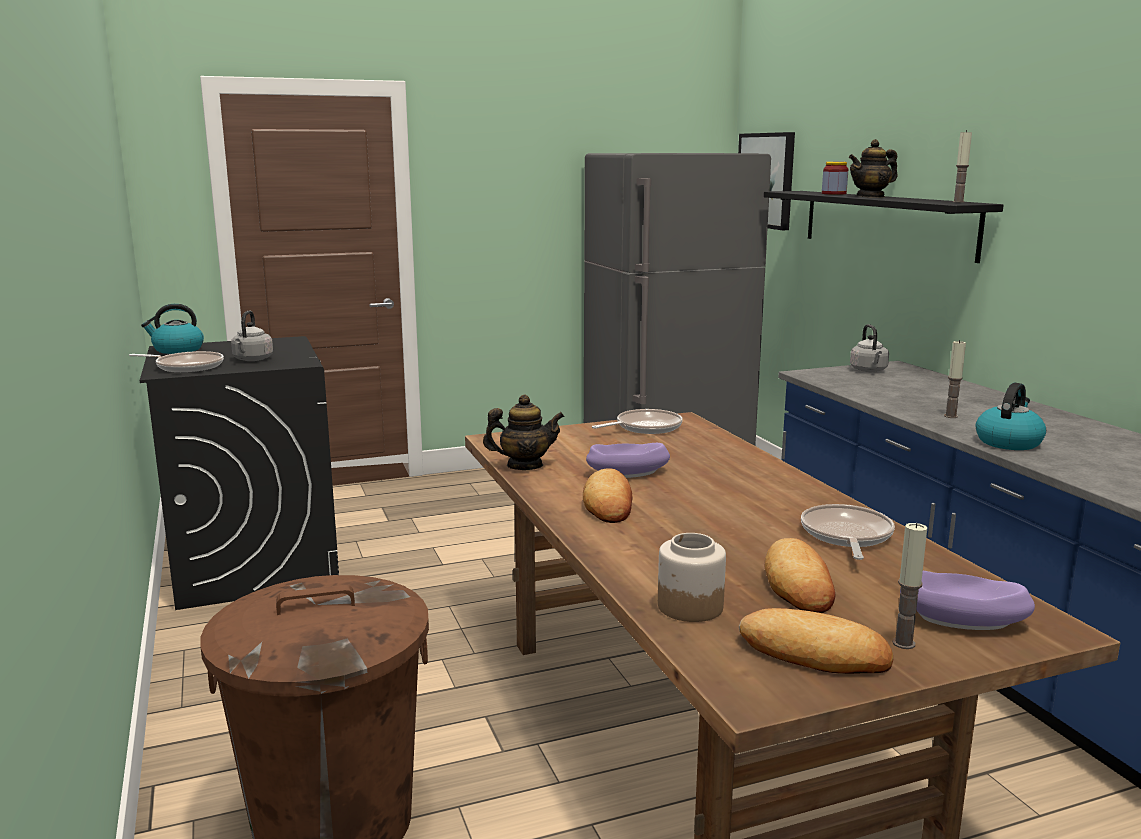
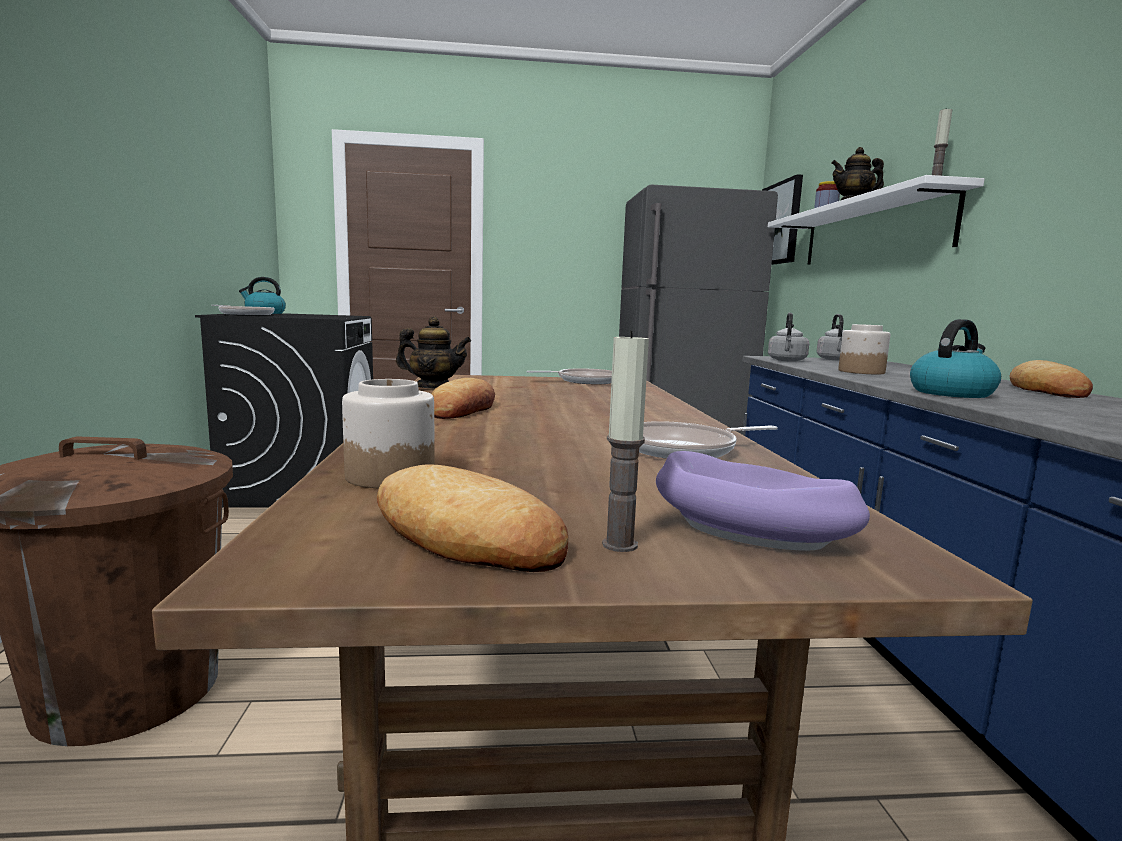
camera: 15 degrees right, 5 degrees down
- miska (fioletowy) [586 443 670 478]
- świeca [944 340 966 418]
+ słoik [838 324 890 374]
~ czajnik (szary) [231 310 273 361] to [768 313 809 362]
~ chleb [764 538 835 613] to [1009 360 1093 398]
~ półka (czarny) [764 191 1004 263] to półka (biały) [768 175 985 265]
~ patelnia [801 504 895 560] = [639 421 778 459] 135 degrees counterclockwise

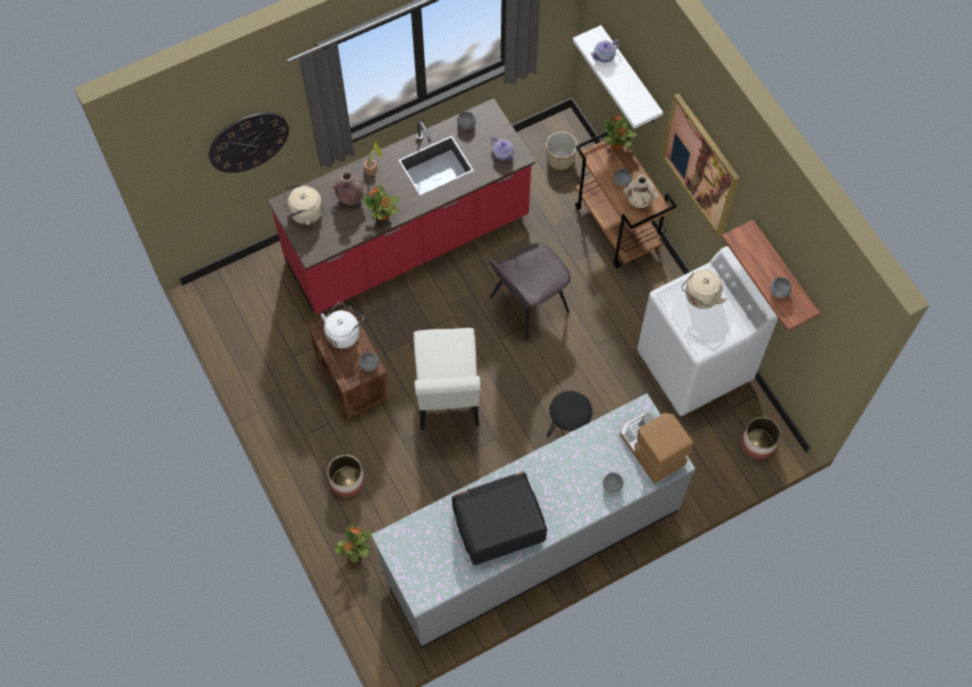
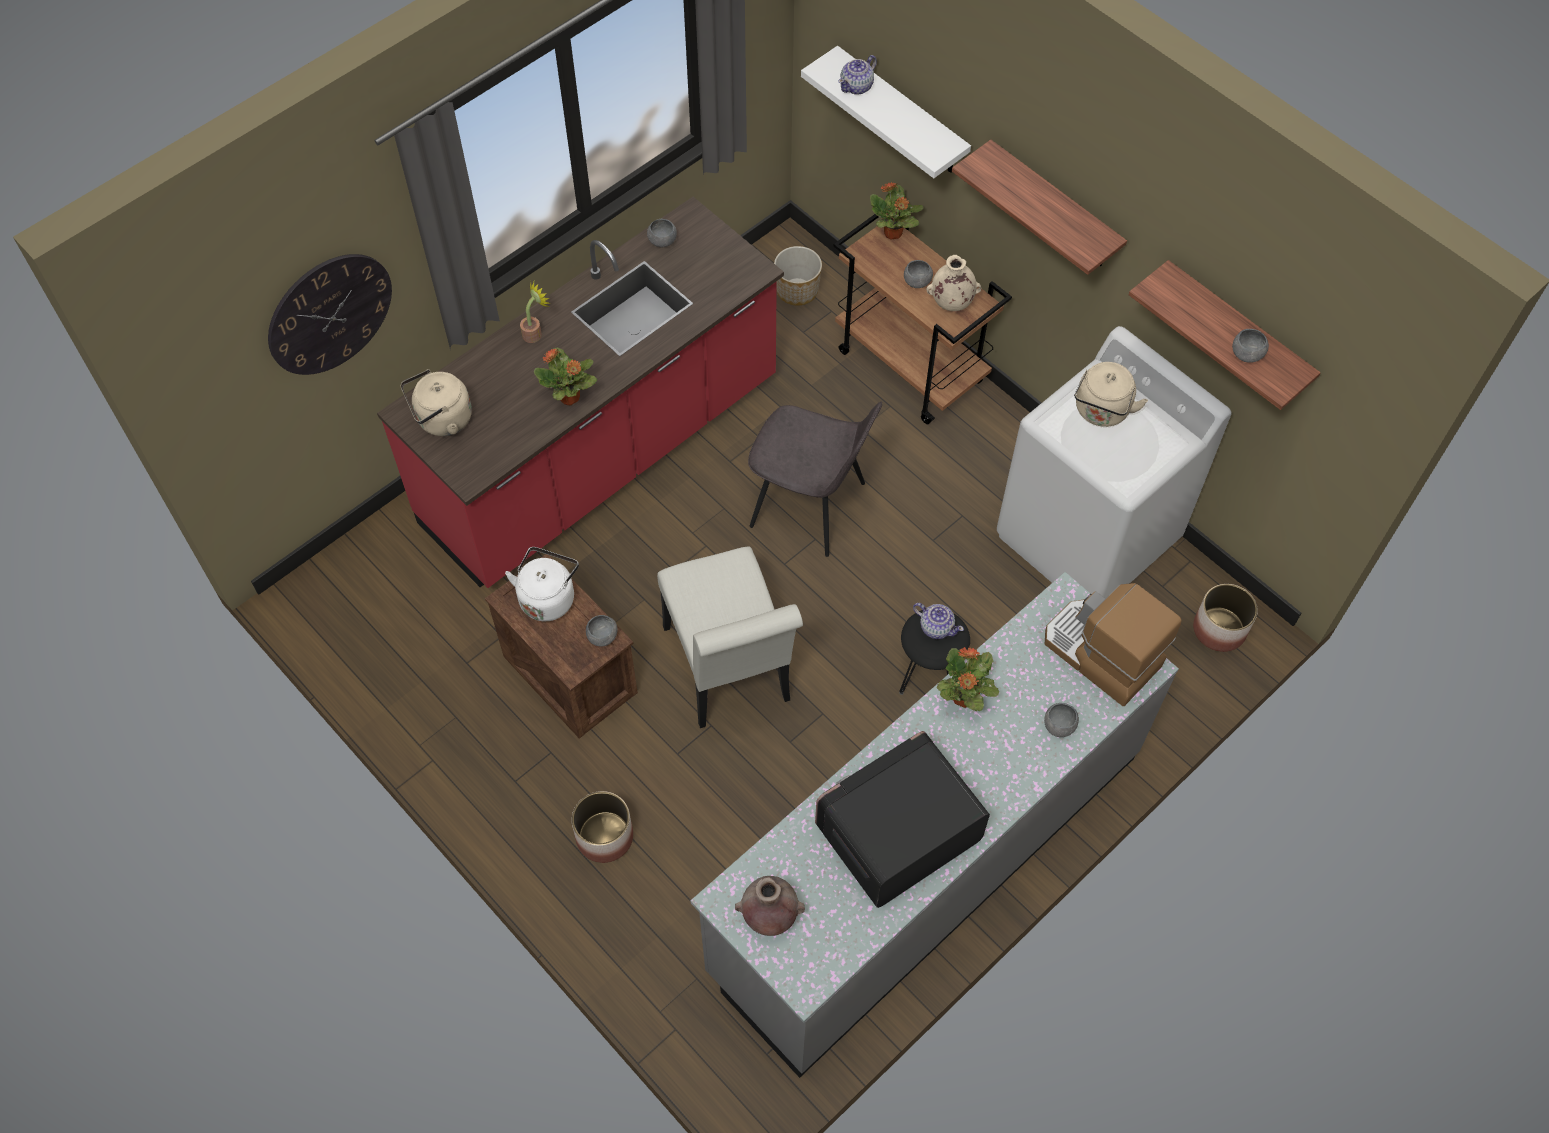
camera: 15 degrees left, 5 degrees down
~ wazon (brązowy) [332 170 367 205] to [735 876 805 936]
~ roślina doniczkowa [334 524 371 563] to [937 647 999 711]
~ imbryk [491 136 515 161] to [913 603 964 639]
~ obraz [661 93 740 237] to półka [952 140 1127 275]
~ krzesło (szary) [489 243 571 341] = [748 401 882 557] 105 degrees counterclockwise

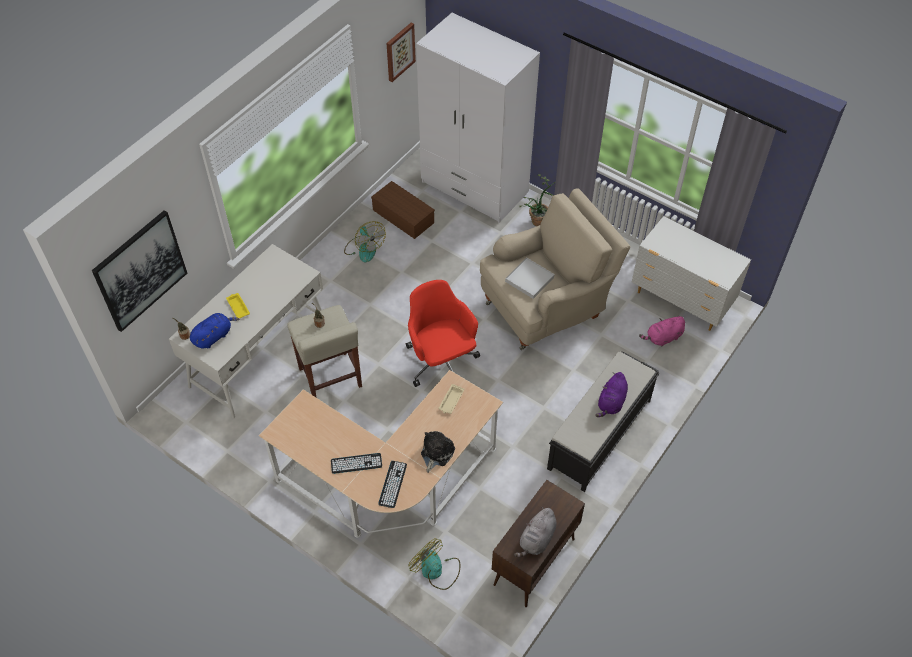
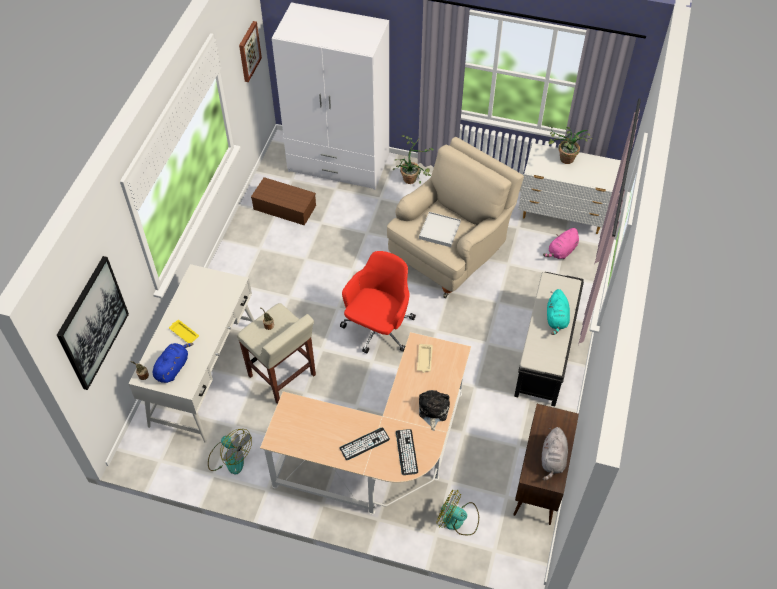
camera: 20 degrees left, 0 degrees up
+ roślina doniczkowa [547 125 593 164]
~ wentylator [344 221 386 262] to [208 429 252 475]
~ pluszak (fioletowy) [595 372 628 417] to pluszak (turkusowy) [547 289 570 335]
~ krzesło biurowe (czerwony) [406 280 480 387] = [340 251 416 353] 75 degrees clockwise

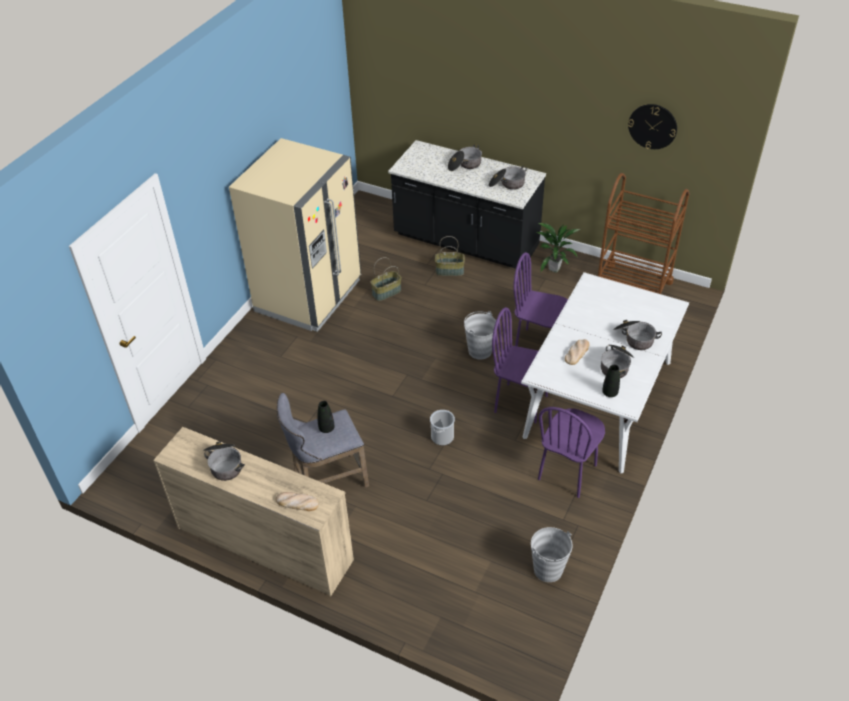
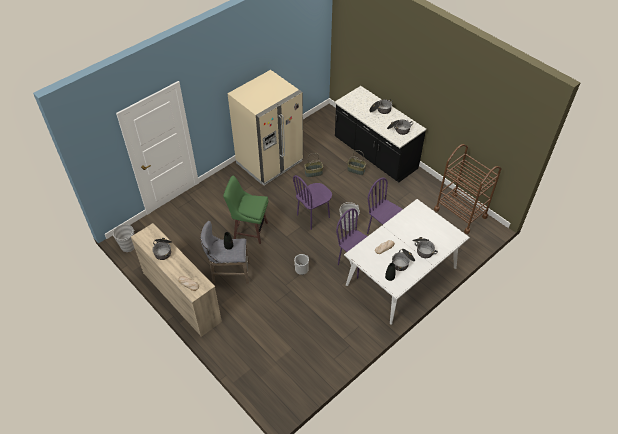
camera: 20 degrees right, 5 degrees up
- roślina doniczkowa [537 223 580 273]
- zegar ścienny [628 104 677 149]
+ stołek (zielony) [223 176 268 244]
~ wiadro (szary) [531 527 573 582] to [111 224 135 252]
~ krzesło (fioletowy) [538 407 605 498] to [293 175 332 230]

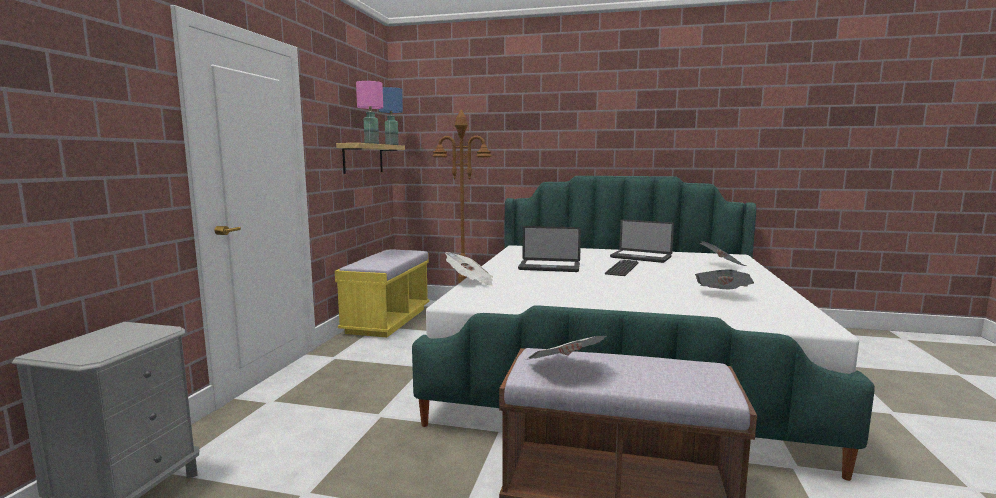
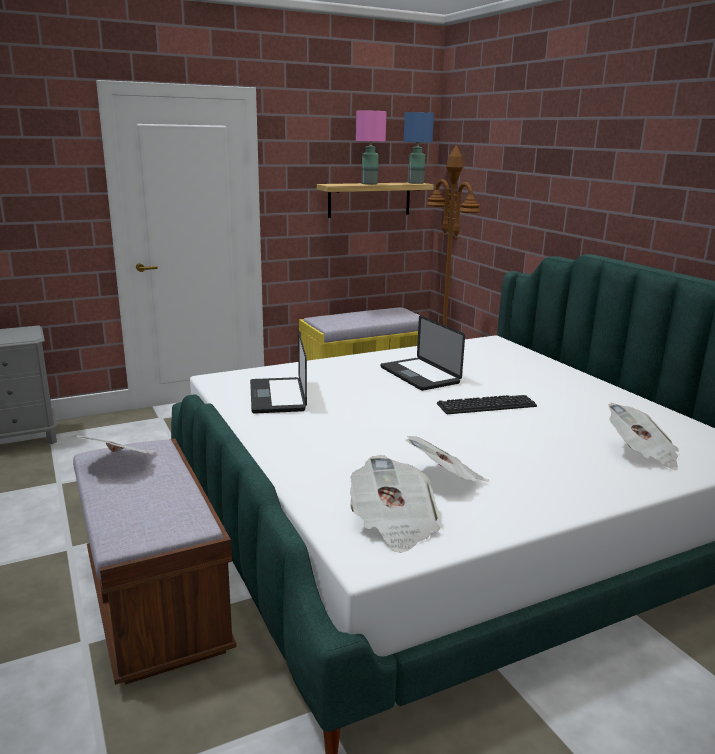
camera: 50 degrees right, 10 degrees up
~ gazeta [445 252 493 286] to [350 455 440 553]
~ laptop [610 219 674 263] to [250 331 307 414]

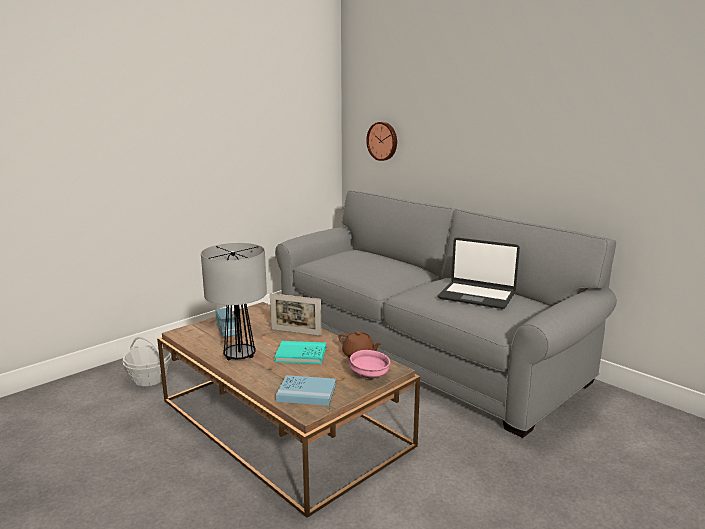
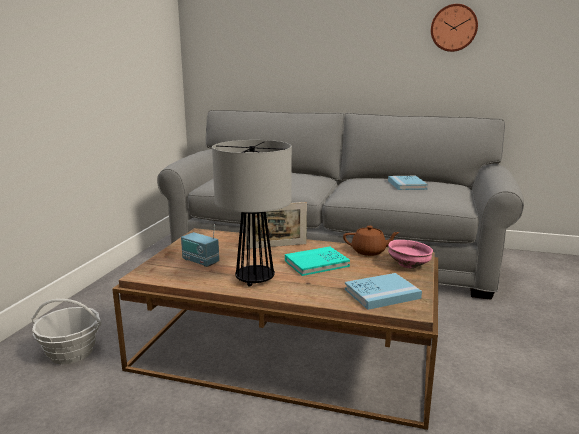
camera: 30 degrees left, 0 degrees up
~ zegar ścienny [366 122 397 161] to [431 4 478 52]
~ laptop [438 238 520 309] to książka (niebieski) [388 176 428 190]

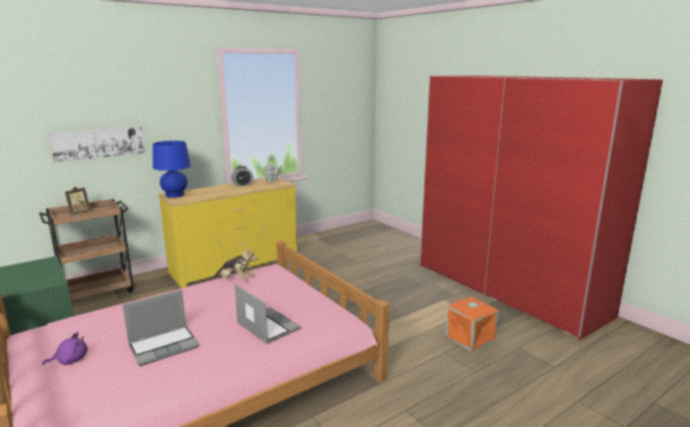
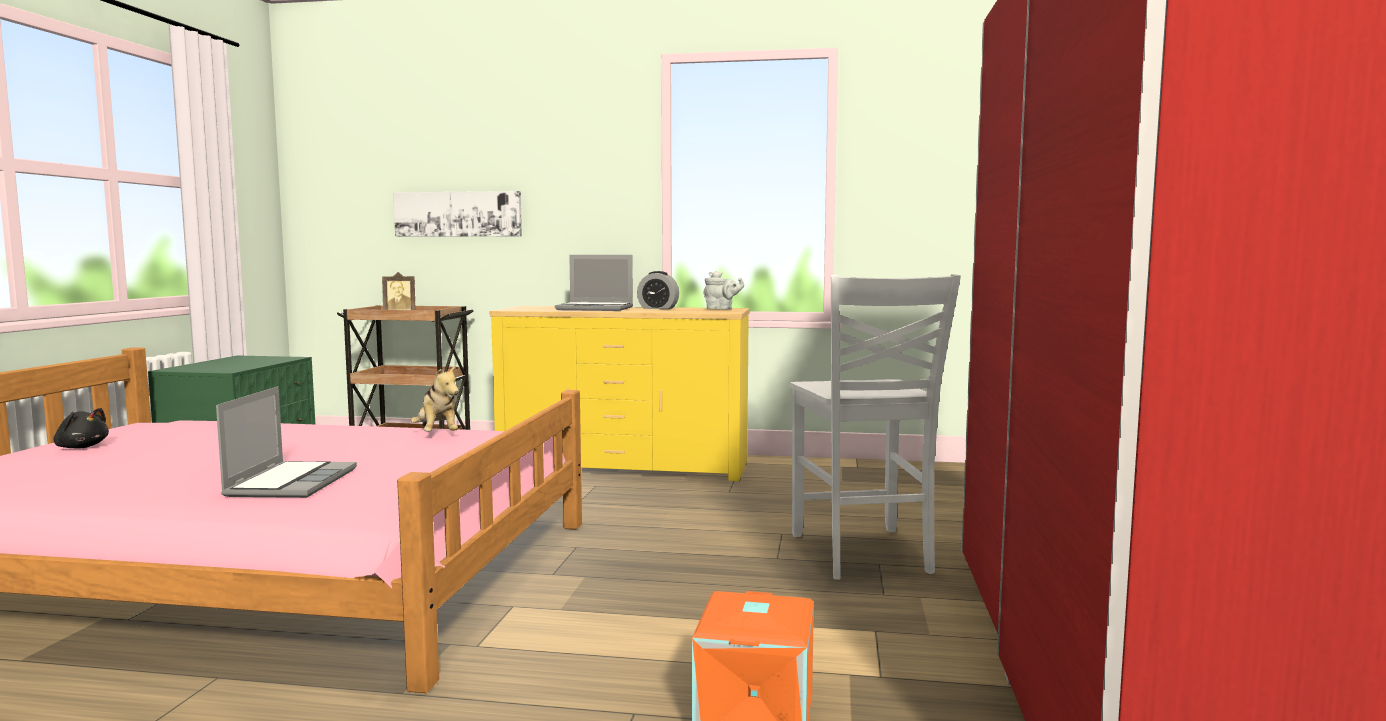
camera: 45 degrees right, 10 degrees down
- lampa stołowa (niebieski) [153 141 191 198]
+ krzesło (biały) [790 274 961 580]
~ laptop [123 290 200 366] to [555 255 633 311]
~ pluszak (fioletowy) [42 332 88 365] to pluszak (czarny) [54 408 109 449]

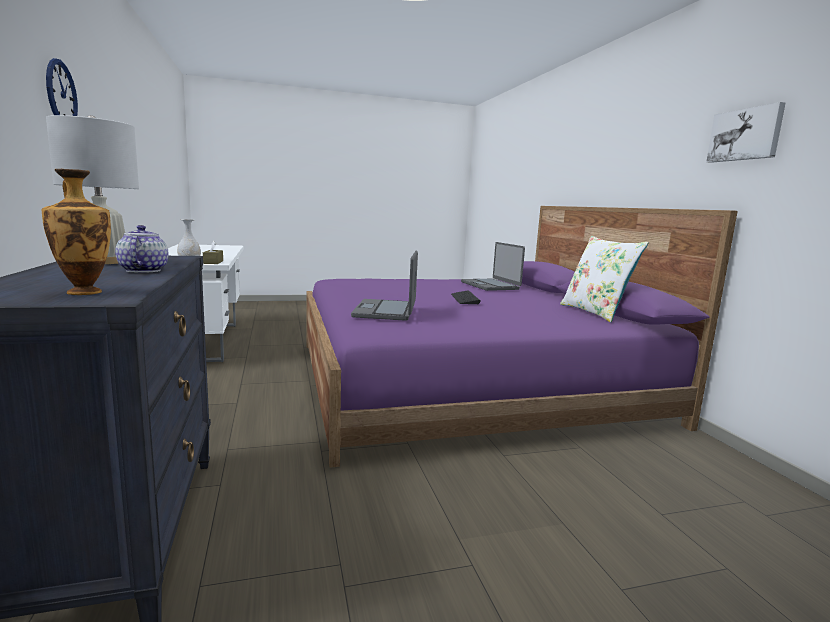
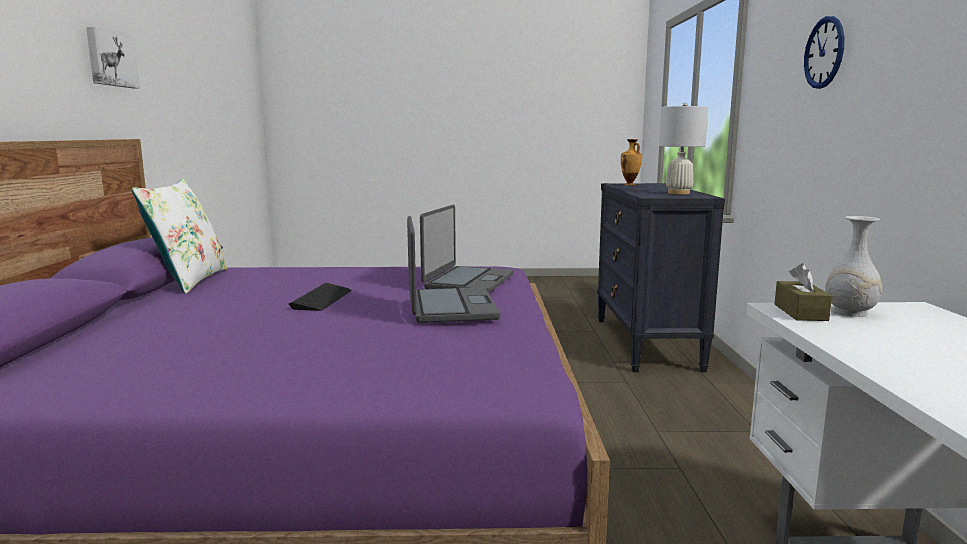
camera: 165 degrees left, 0 degrees up
- imbryk [115 225 169 273]
~ laptop [461 242 525 291] to [407 216 500 323]

